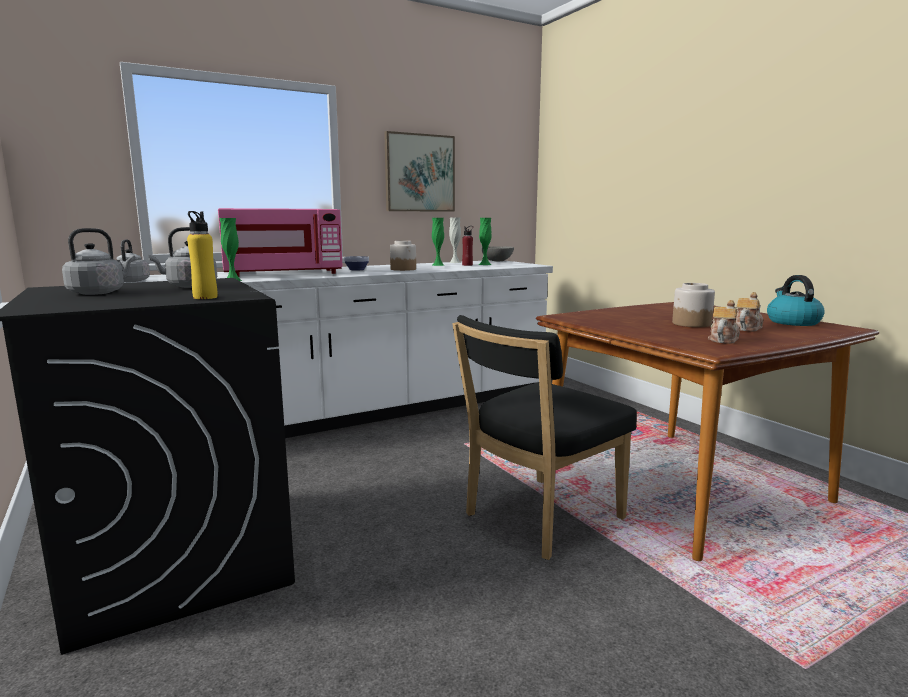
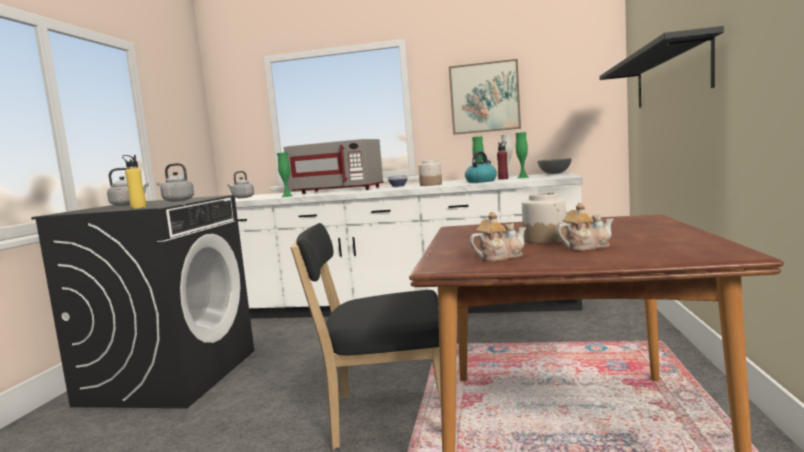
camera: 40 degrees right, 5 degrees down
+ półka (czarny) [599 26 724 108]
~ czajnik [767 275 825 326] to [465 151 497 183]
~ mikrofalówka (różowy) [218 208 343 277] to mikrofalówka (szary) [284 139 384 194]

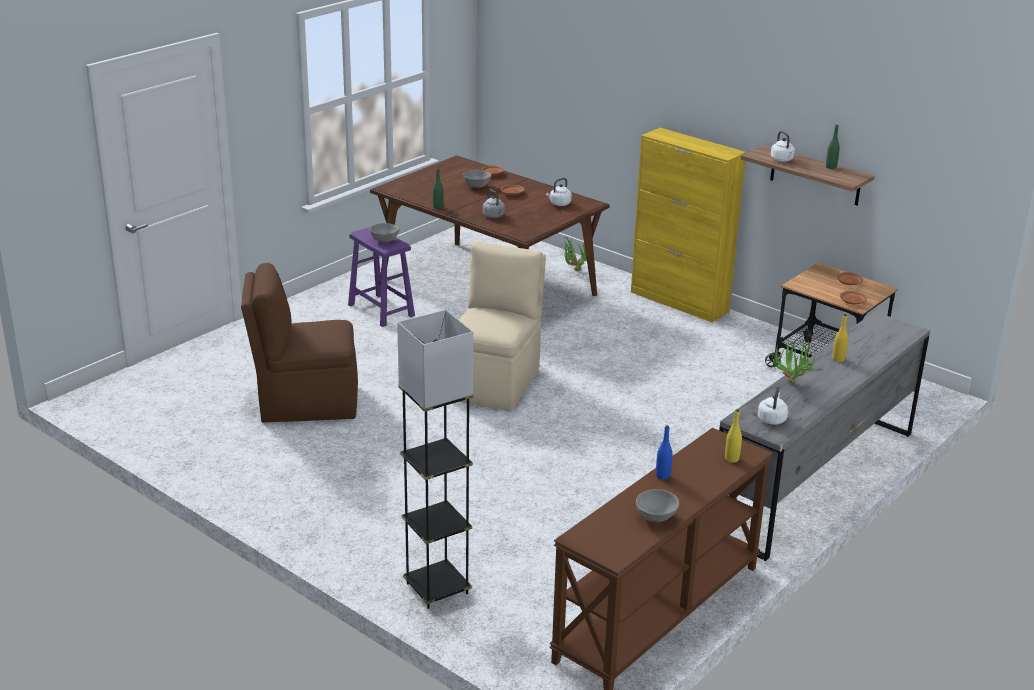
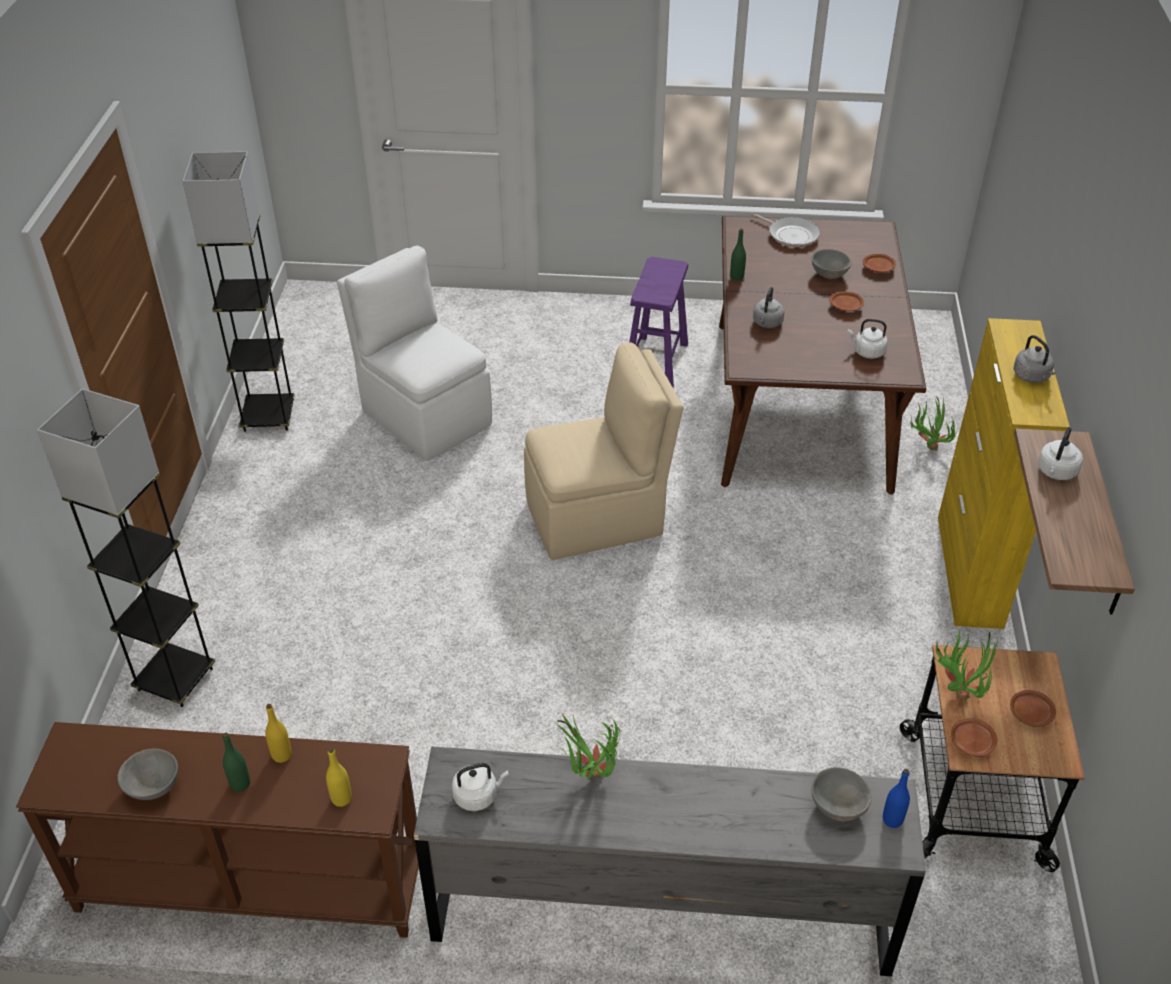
camera: 55 degrees right, 15 degrees up
+ lampa stojąca (szary) [183 151 295 432]
+ patelnia [751 213 820 247]
+ roślina doniczkowa [932 630 998 700]
+ czajnik (szary) [1014 335 1056 383]
~ miska (szary) [370 223 399 242] to [811 767 872 822]
~ butelka (niebieski) [656 425 673 480] to [883 769 910 828]
~ butelka (zielony) [826 125 840 169] to [222 733 250 792]
~ butelka (żółty) [832 314 848 362] to [265 704 291 763]
~ krzesło (brązowy) [241 263 358 422] to krzesło (biały) [337 245 492 461]

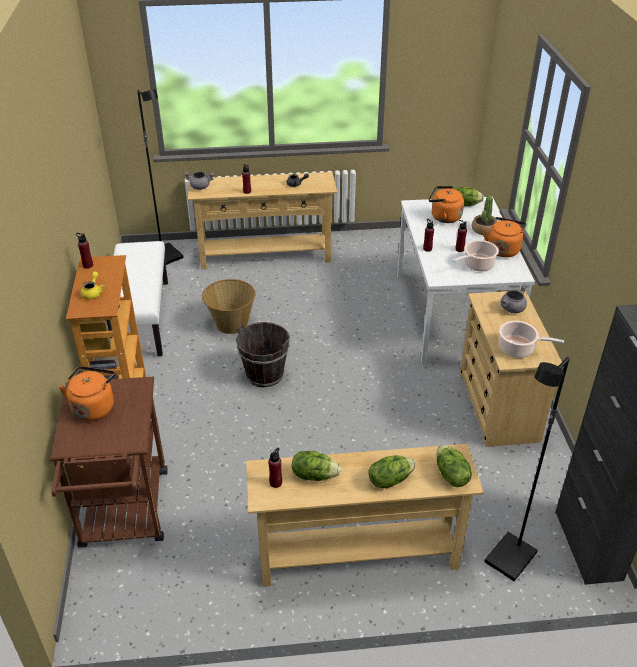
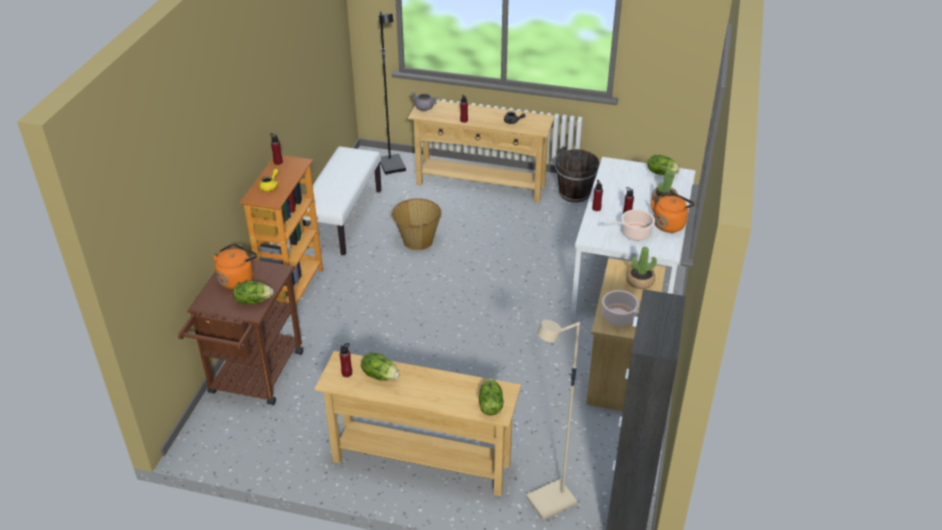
camera: 20 degrees right, 0 degrees up
- czajnik (pomarańczowy) [429 186 464 223]
~ wiadro (brązowy) [236 322 290 387] to [556 146 599 202]
~ sałata [368 455 416 488] to [233 281 274 305]
~ garnek (szary) [501 284 527 313] to roślina doniczkowa [626 247 657 289]
~ lampa stojąca (czarny) [484 357 570 581] to lampa stojąca (beżowy) [526 320 580 520]

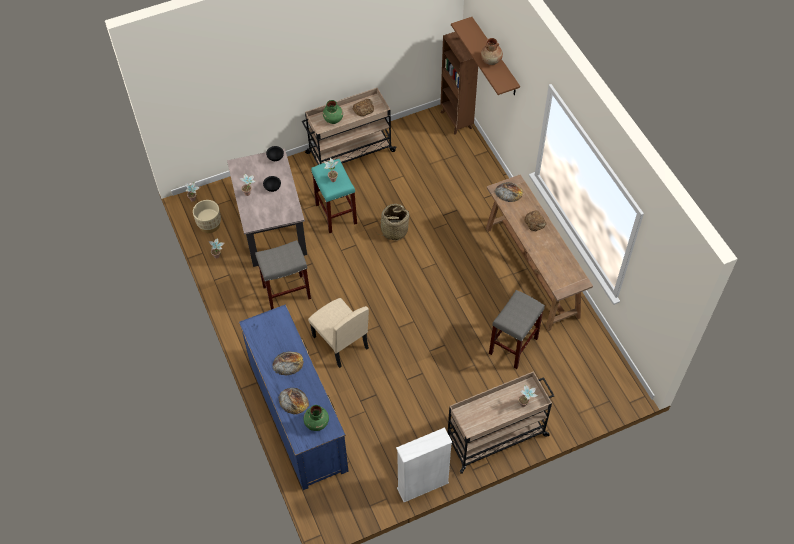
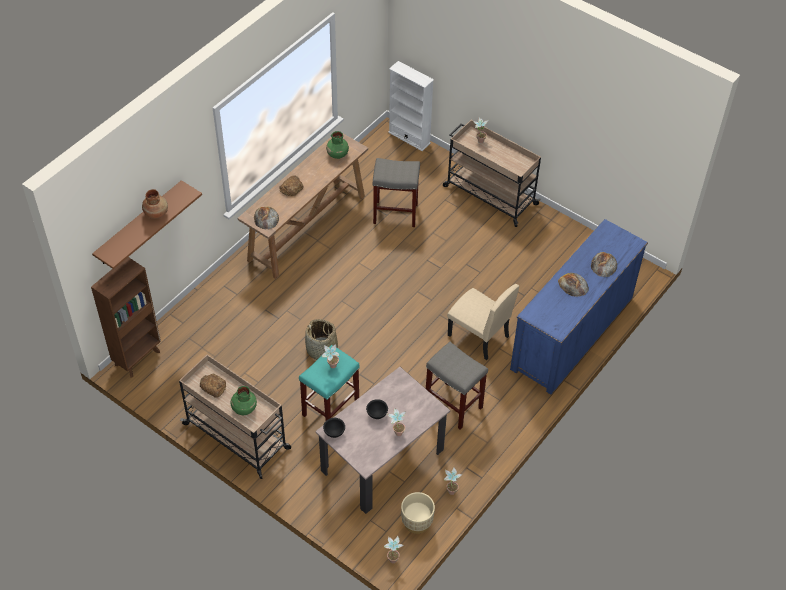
camera: 120 degrees left, 5 degrees down
~ wazon (zielony) [304 405 329 431] to [326 131 349 159]
~ regał (biały) [396 427 452 502] to [388 61 434 151]
~ krzesło (beżowy) [308 298 369 368] = [447 284 519 360] 105 degrees clockwise

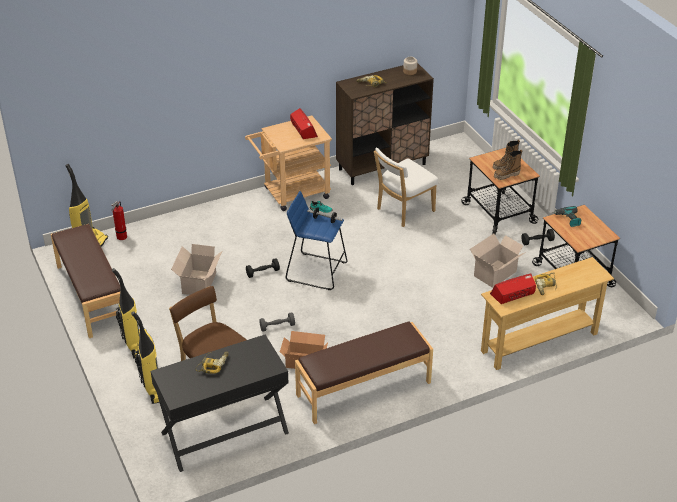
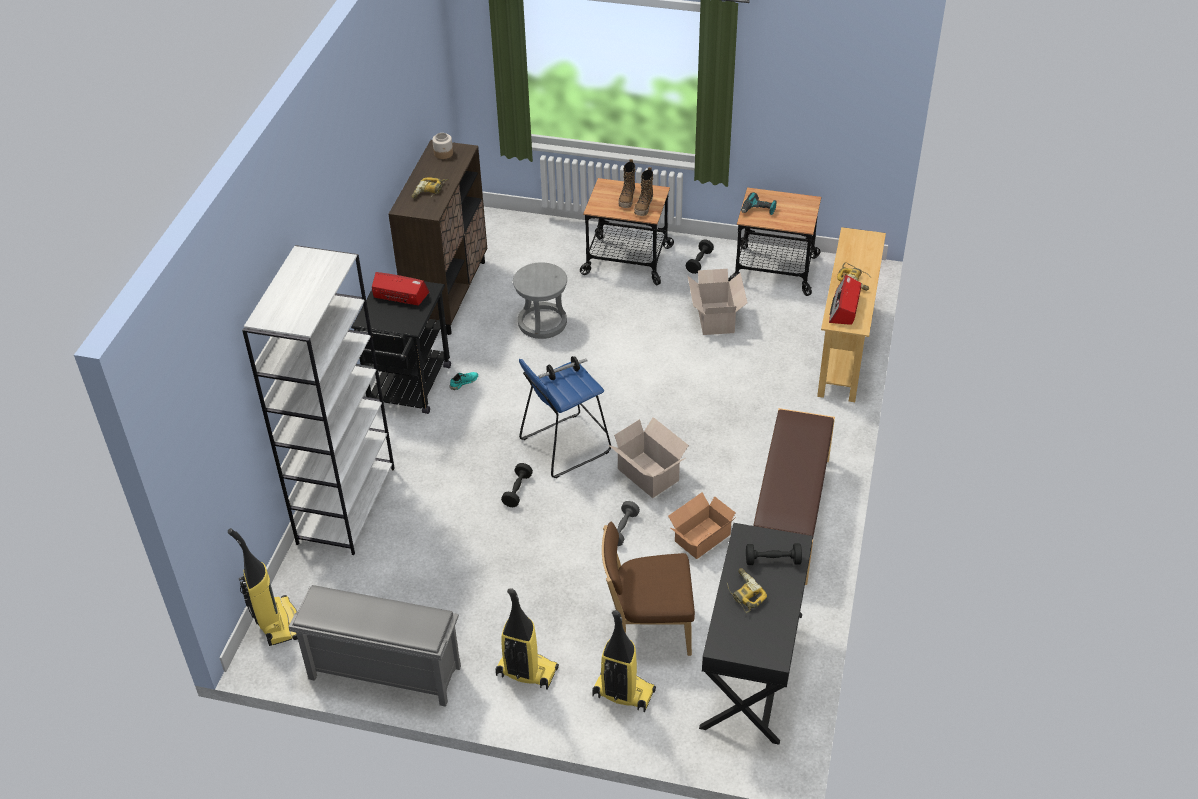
camera: 50 degrees left, 5 degrees up
- gaśnica [111 201 127 240]
+ regał (biały) [242 245 395 555]
+ hantel (czarny) [746 543 802 565]
~ karton [171 244 222 295] to [608 417 689 498]
~ ławka (brązowy) [51 224 120 338] to regał na buty (szary) [289 585 461 707]
~ krzesło (biały) [374 147 438 227] to stołek (szary) [513 262 567 339]
~ wózek (beżowy) [245 115 332 211] to wózek (czarny) [351 281 451 414]

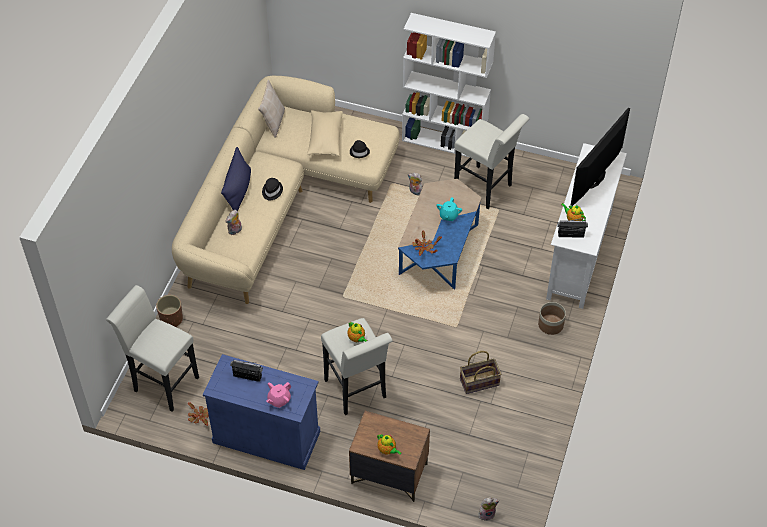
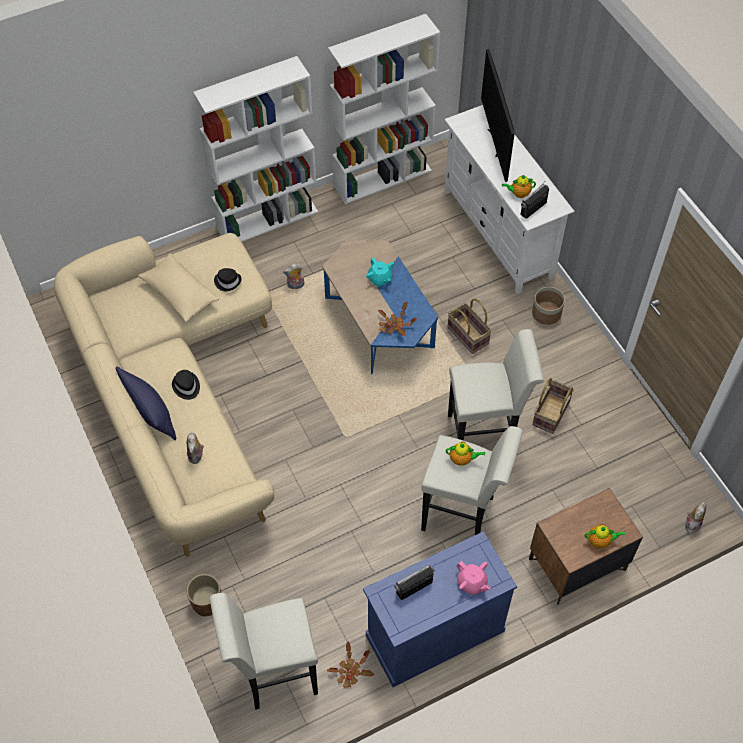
camera: 45 degrees left, 5 degrees up
- poduszka (beżowy) [258 80 285 138]
+ regał (biały) [328 14 440 205]
+ koszyk [448 299 492 354]
~ stołek (biały) [454 114 529 209] to [448 329 544 441]
~ imbryk (różowy) [266 382 292 408] = [456 561 491 595] 45 degrees counterclockwise

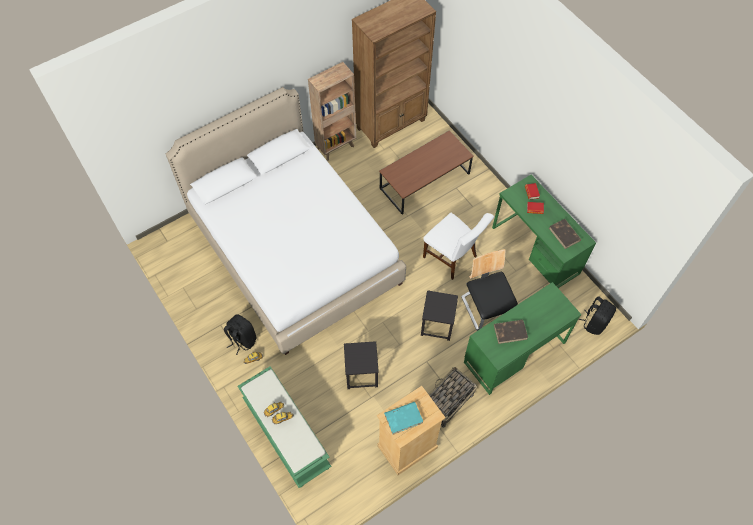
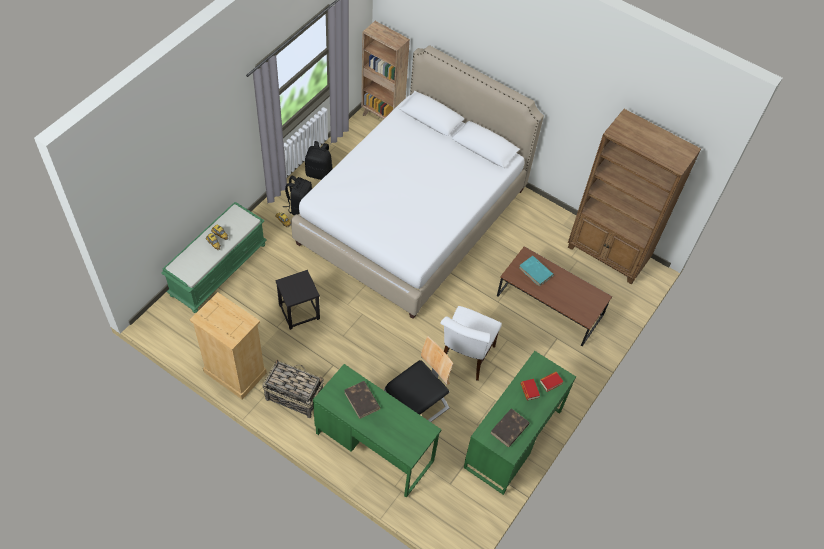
camera: 65 degrees right, 5 degrees down
- stołek (czarny) [421 290 458 341]
~ regał (brązowy) [308 62 356 161] to [361 21 410 119]
~ książka (turkusowy) [384 402 423 434] to [519 256 554 287]
~ plecak (czarny) [578 296 616 335] to [305 141 333 180]

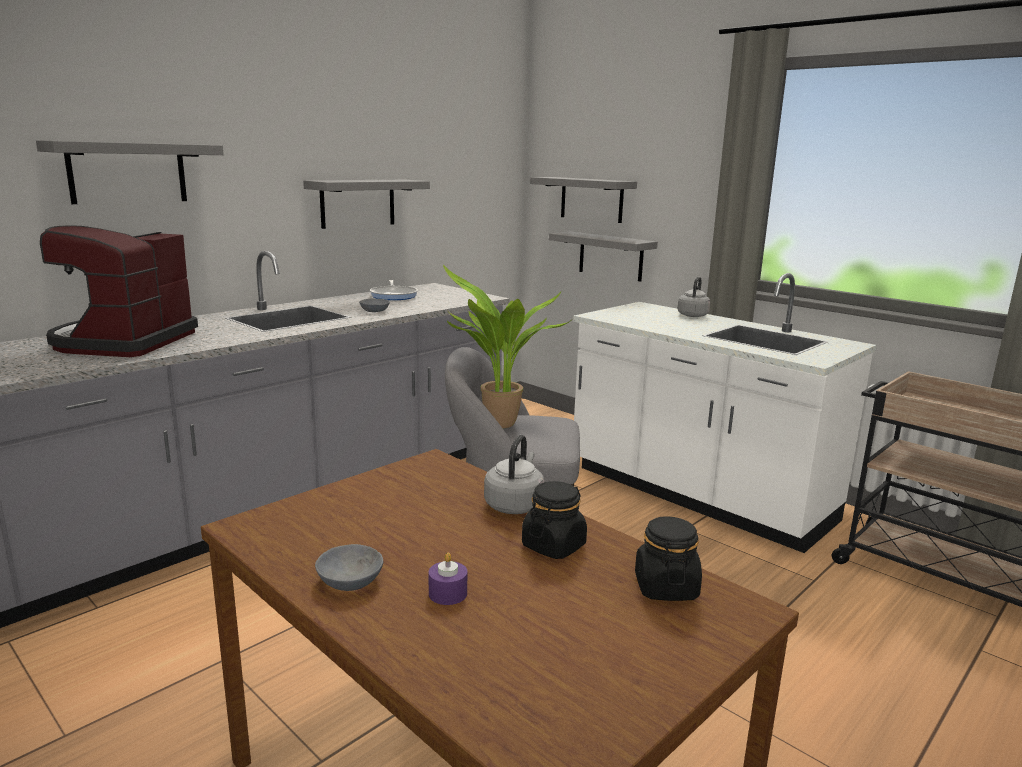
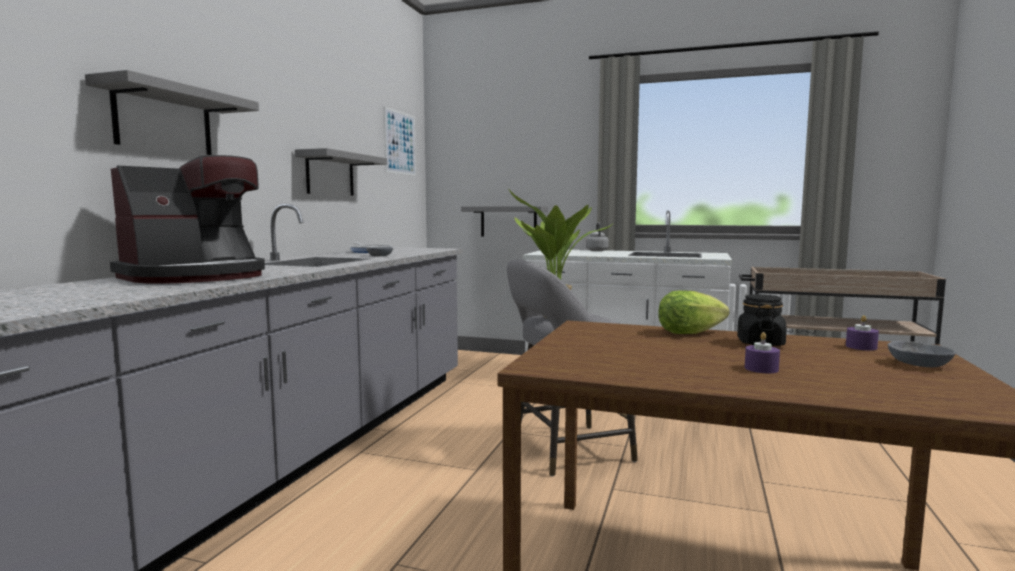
camera: 25 degrees left, 10 degrees down
- półka (szary) [530 177 637 223]
+ obraz [384 106 416 176]
~ miska (szary) [315 544 383 591] to [888 341 956 367]
~ czajnik (szary) [484 435 544 514] to sałata [658 290 729 334]
~ słoik (czarny) [635 516 702 601] to świeca (fioletowy) [846 315 879 351]
~ ekspres do kawy [40 226 198 357] = [110 155 265 284] 120 degrees counterclockwise

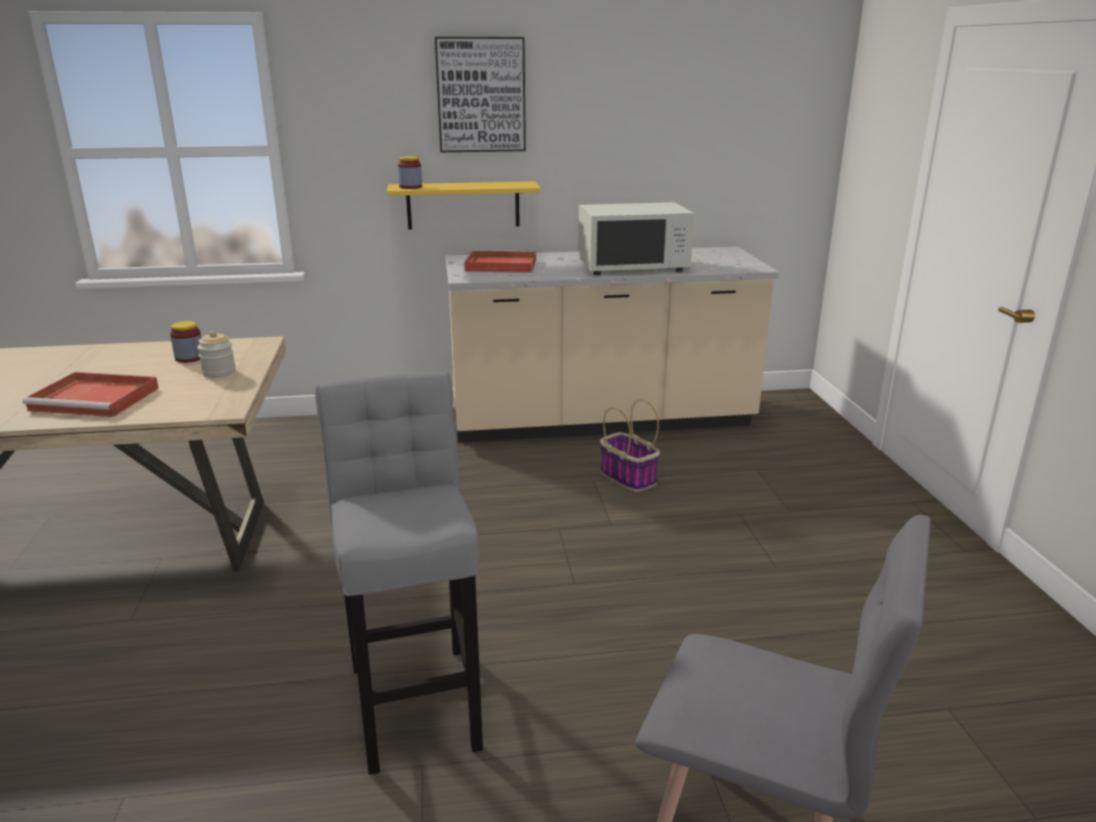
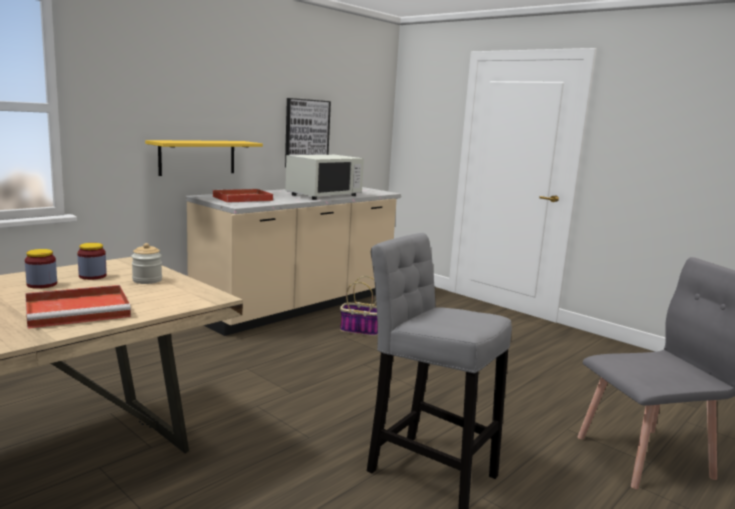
camera: 40 degrees left, 10 degrees down
~ słoik [398 156 422 189] to [25 249 57 289]
~ obraz [435 37 526 152] to [285 98 331 168]

